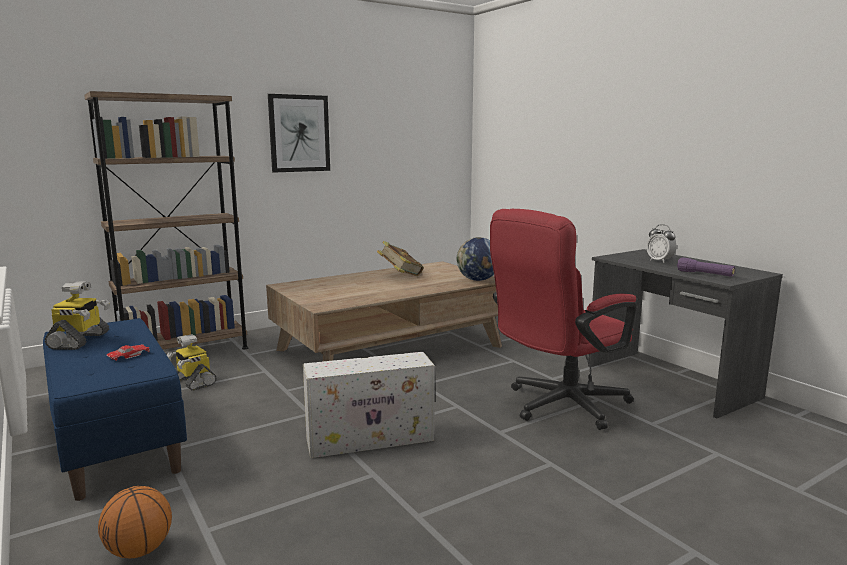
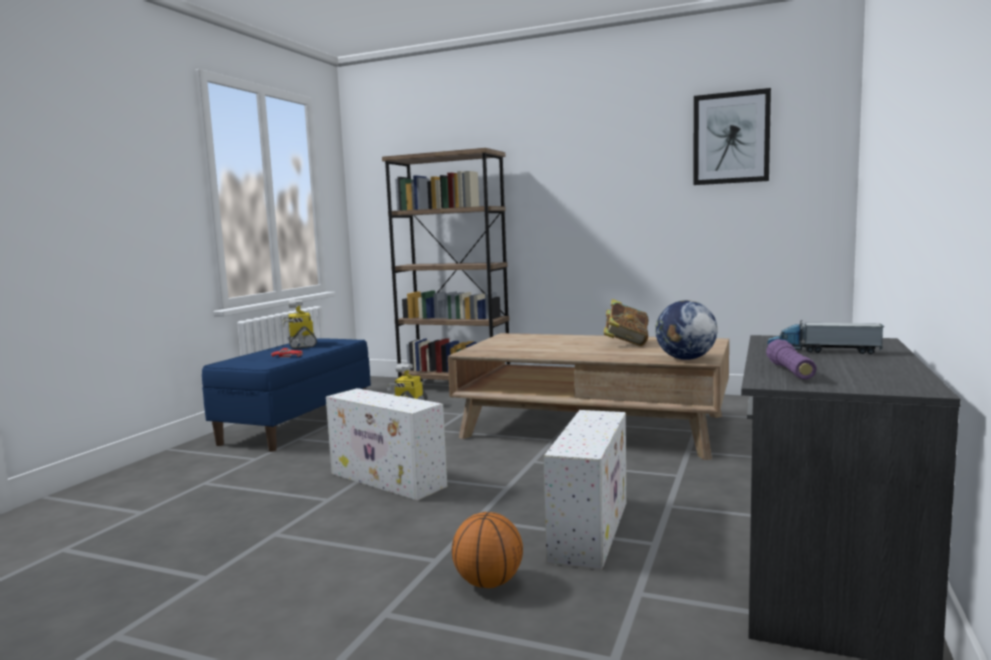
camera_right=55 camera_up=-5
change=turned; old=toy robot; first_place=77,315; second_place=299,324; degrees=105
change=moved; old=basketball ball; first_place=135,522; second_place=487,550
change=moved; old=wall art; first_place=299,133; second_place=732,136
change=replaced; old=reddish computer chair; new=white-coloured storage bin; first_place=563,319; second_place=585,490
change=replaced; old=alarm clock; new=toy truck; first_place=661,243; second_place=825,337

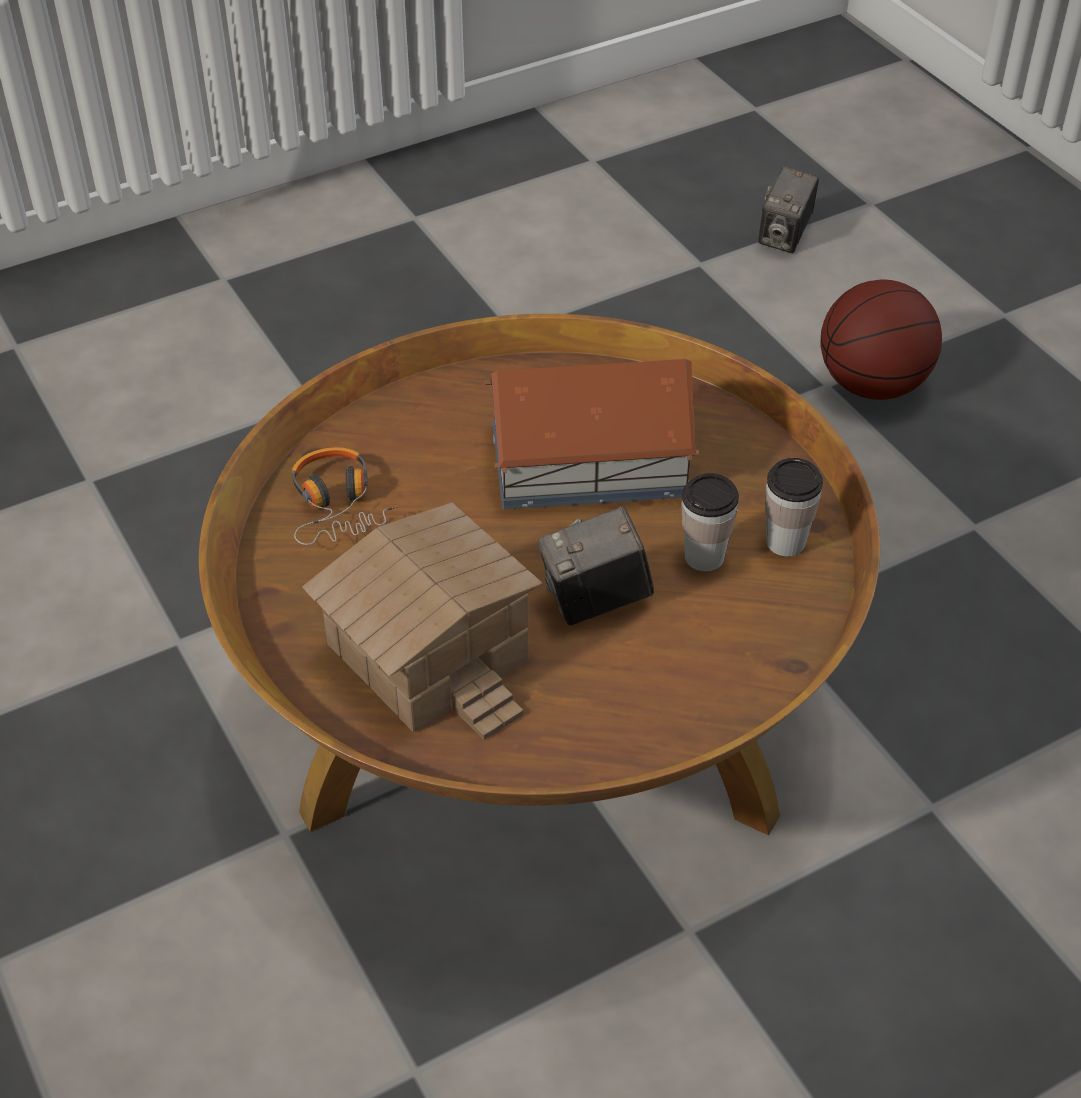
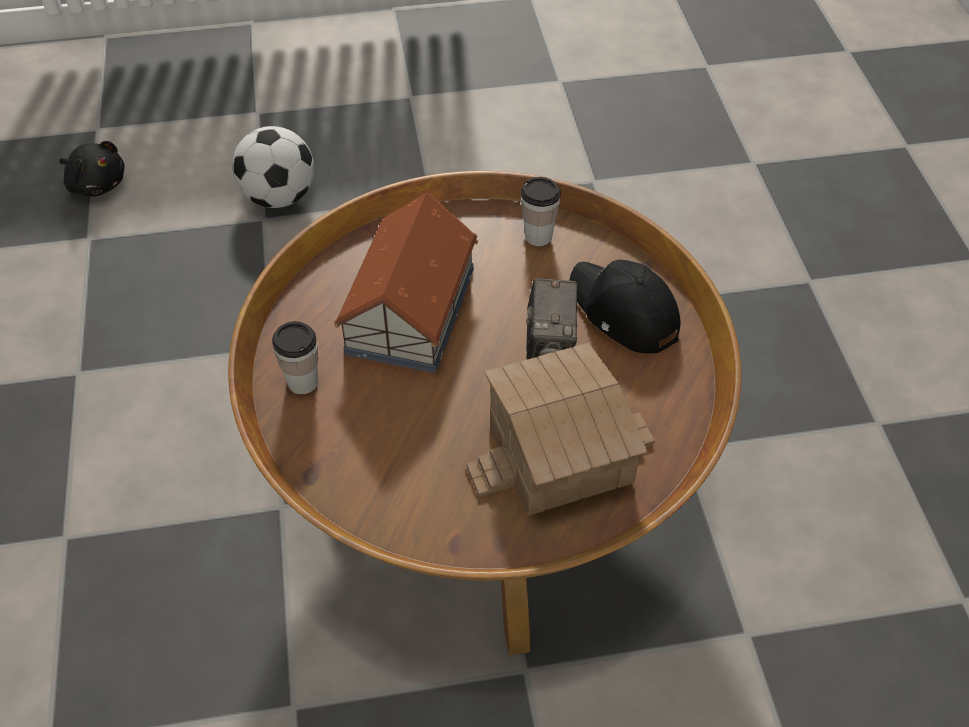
camera_right=-70 camera_up=5
change=removed; old=pair of headphones; first_place=346,496
change=moved; old=cup; first_place=710,522; second_place=295,357
change=replaced; old=still camera; new=blackish soft toy; first_place=788,209; second_place=92,169
change=replaced; old=basketball ball; new=football; first_place=881,340; second_place=273,167
change=added; new=blackish baseball cap; second_place=625,306

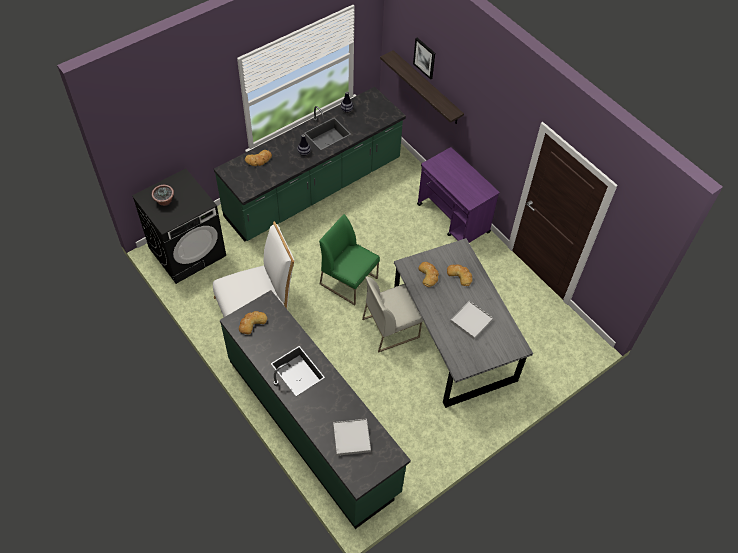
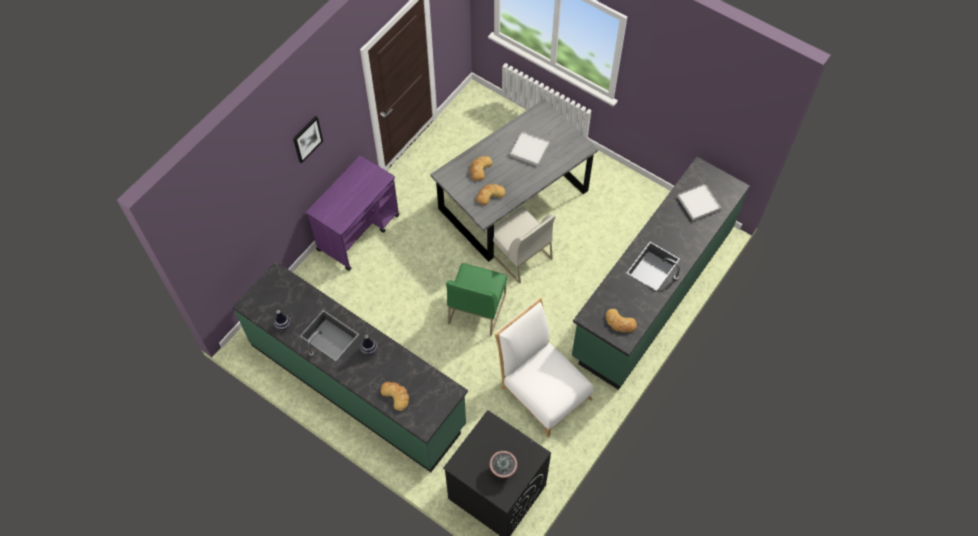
camera_right=-105 camera_up=5
change=removed; old=shelf; first_place=422,87
change=moved; old=wall art; first_place=424,59; second_place=308,139

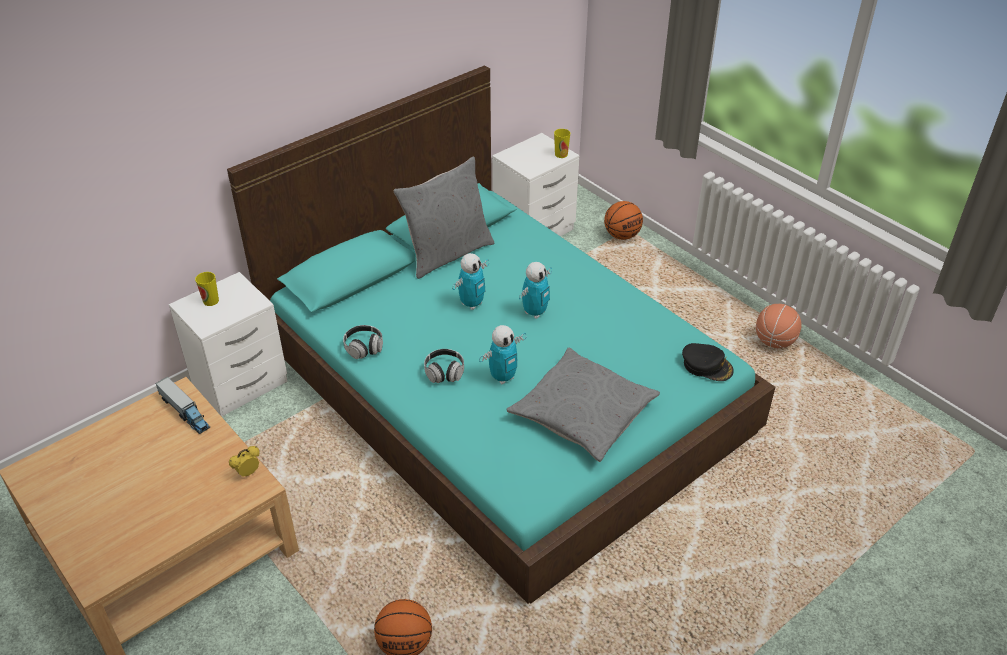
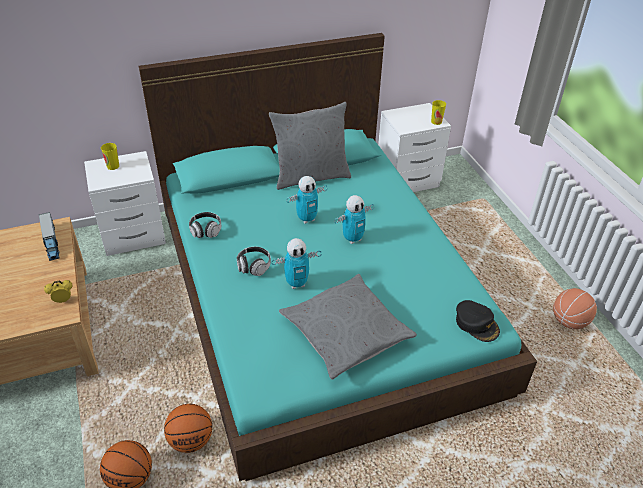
camera_right=20 camera_up=0
change=moved; old=basketball ball; first_place=623,220; second_place=188,428

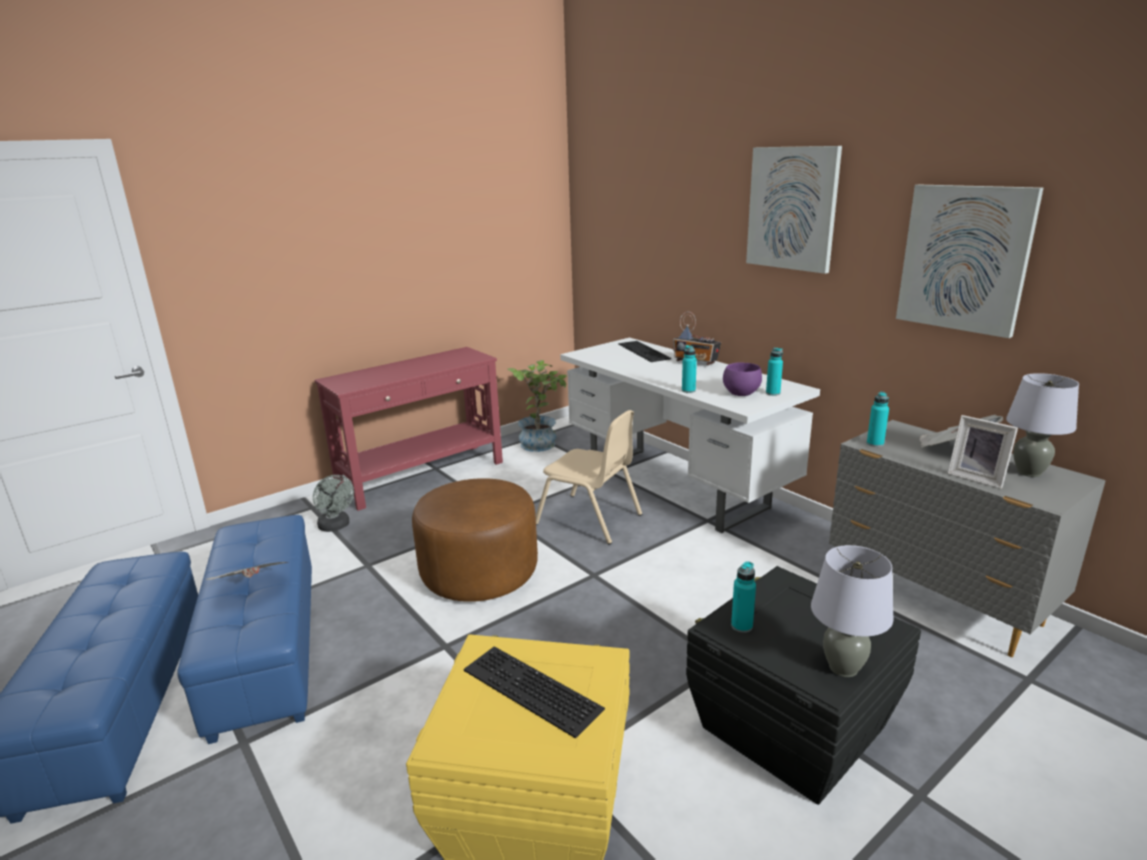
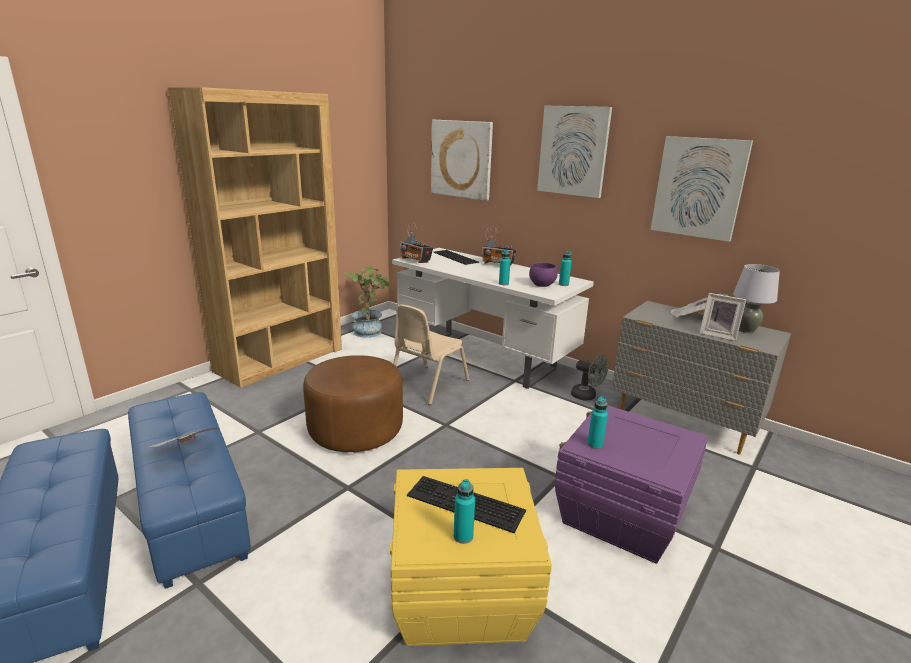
camera_right=-15 camera_up=0
change=moved; old=greyish electric fan; first_place=333,503; second_place=589,378
change=replaced; old=reddish console table; new=brownish bookshelf; first_place=409,429; second_place=254,237
change=turned; old=beige chair; first_place=589,477; second_place=431,354; degrees=105
change=recoloured; old=blackish storage bin; new=purple storage bin; first_place=803,685; second_place=631,484
change=removed; old=greyish table lamp; first_place=852,611
change=moved; old=turquoise-coloured beverage bottle; first_place=878,419; second_place=464,511
change=added; new=radio set; second_place=416,243
change=added; new=wall art; second_place=462,160

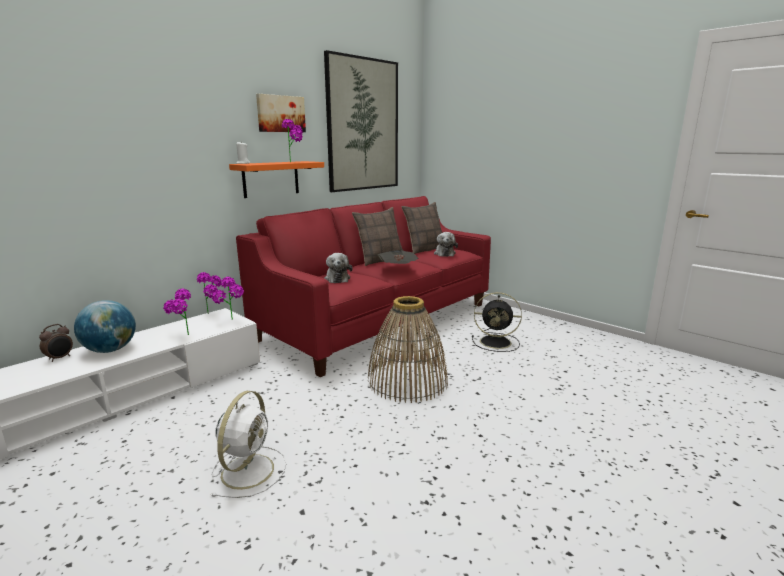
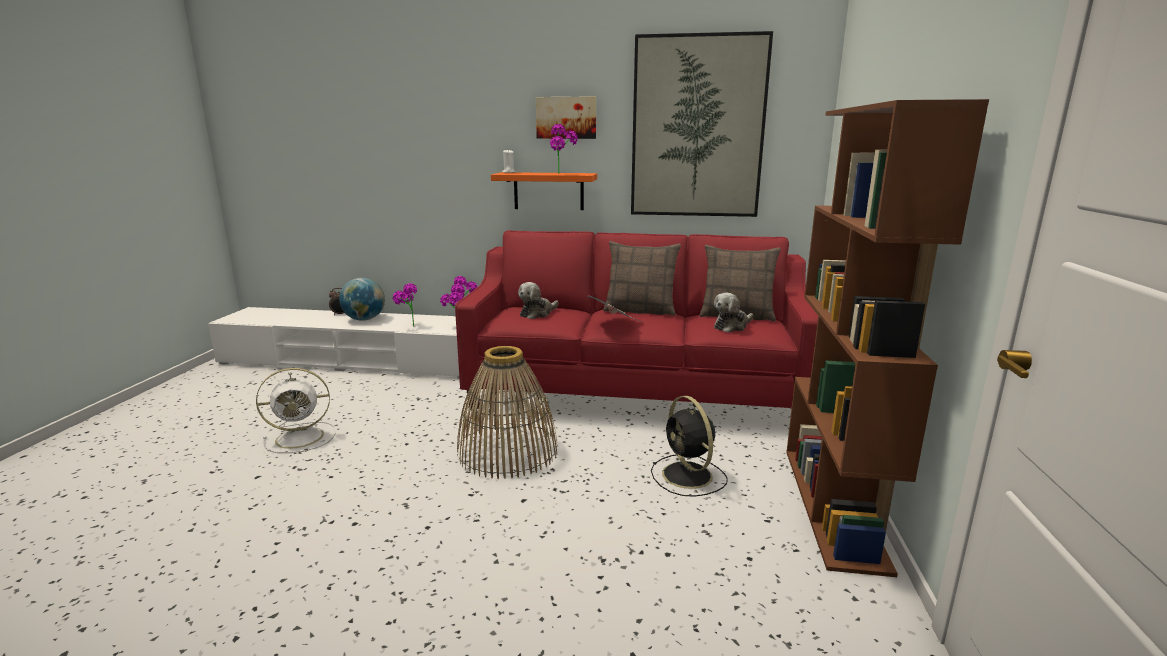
camera_right=55 camera_up=0
change=added; new=brownish bookshelf; second_place=887,338

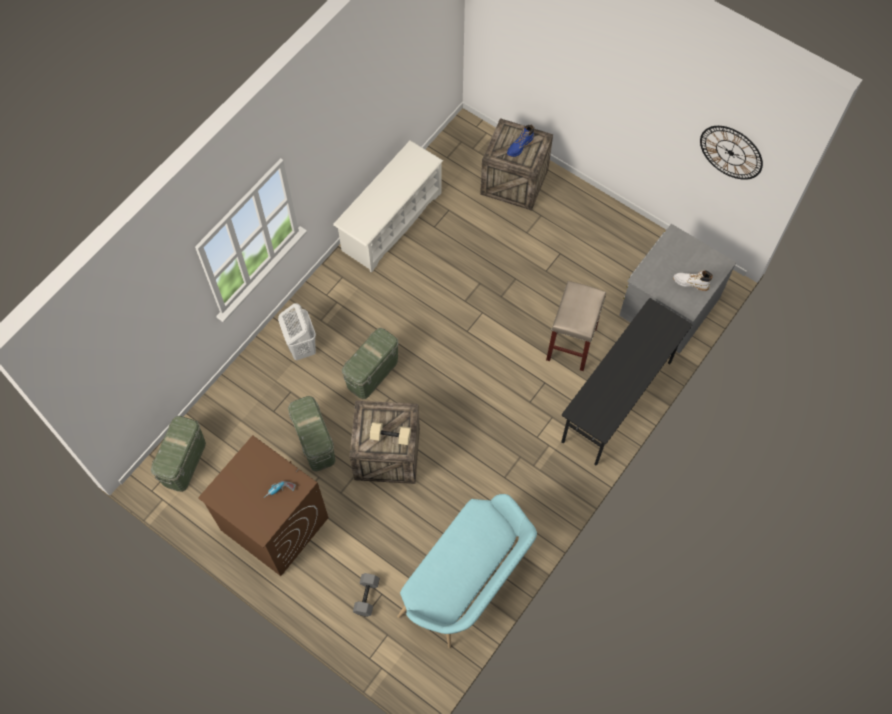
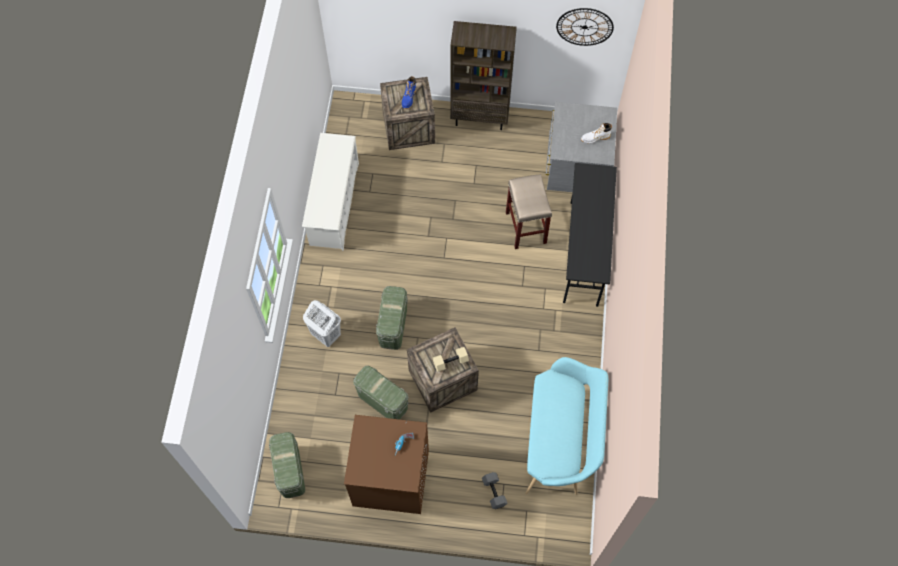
camera_right=-30 camera_up=0
change=added; new=brownish bookshelf; second_place=483,75

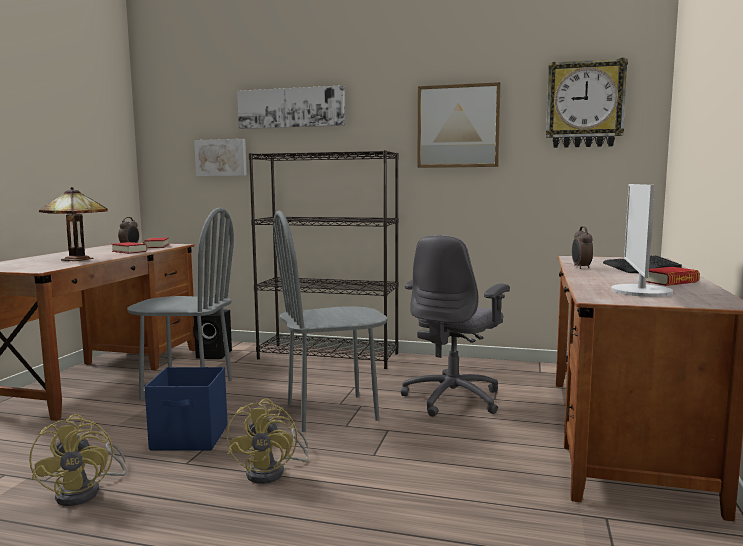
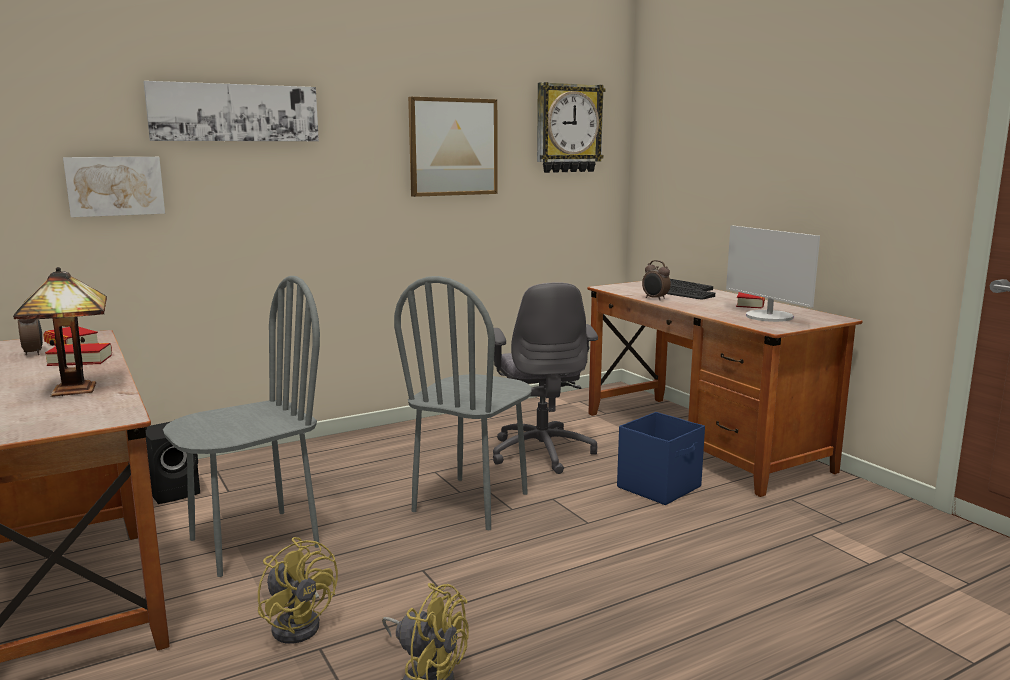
camera_right=-45 camera_up=5
change=moved; old=blue storage bin; first_place=186,408; second_place=661,458
change=moved; old=yellow electric fan; first_place=267,441; second_place=298,590
change=removed; old=blackish bookshelf; first_place=324,259

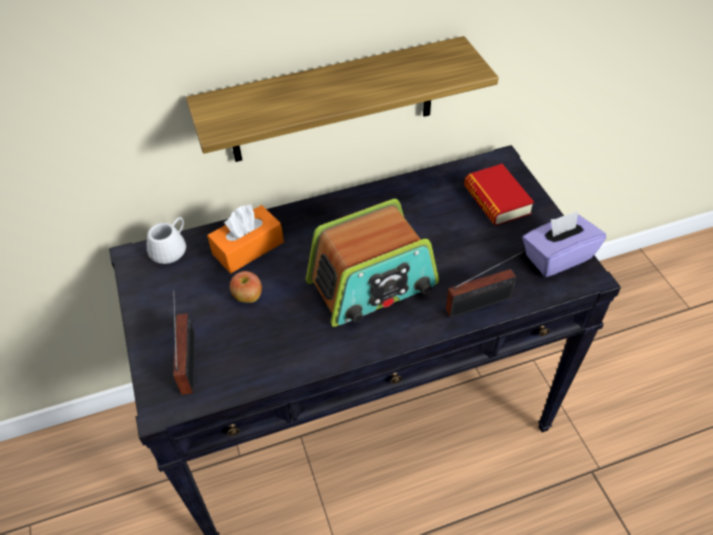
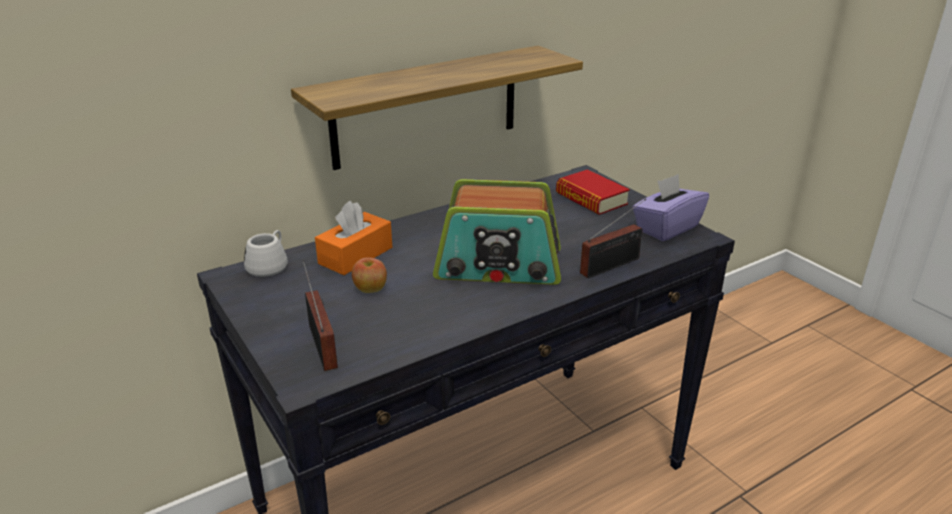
camera_right=-15 camera_up=-20
change=turned; old=radio set; first_place=372,263; second_place=497,232; degrees=45

